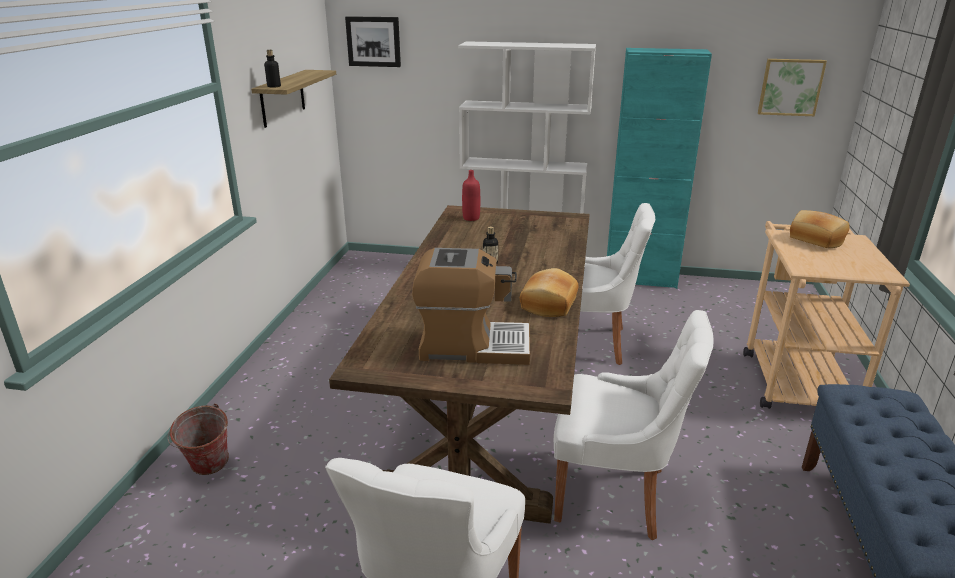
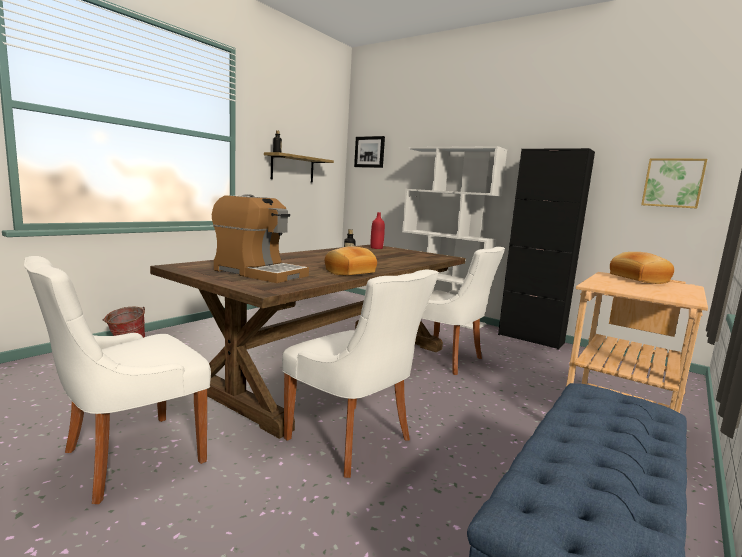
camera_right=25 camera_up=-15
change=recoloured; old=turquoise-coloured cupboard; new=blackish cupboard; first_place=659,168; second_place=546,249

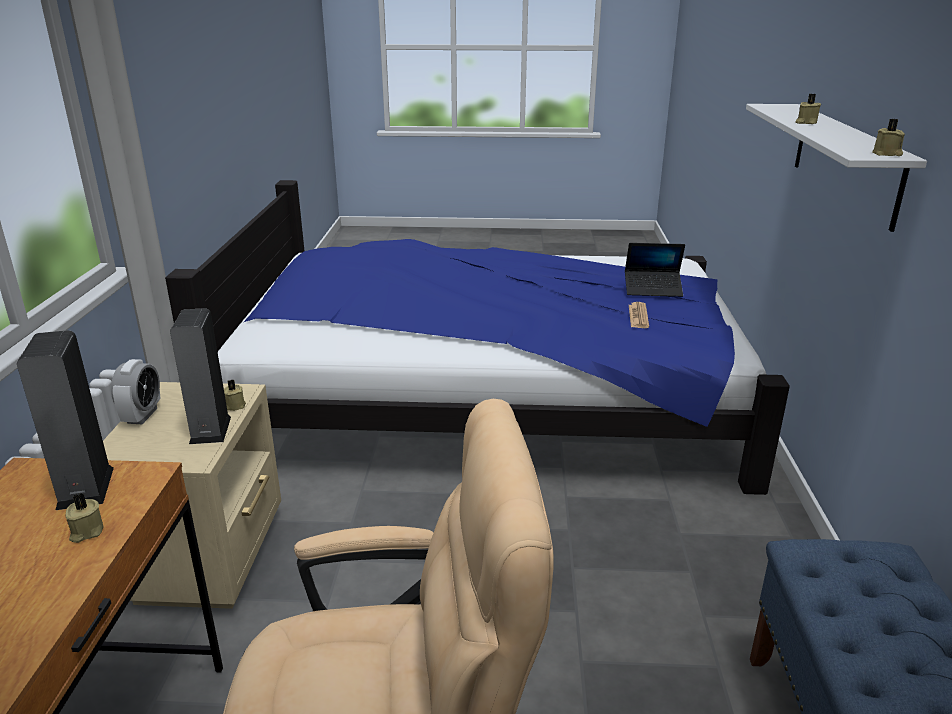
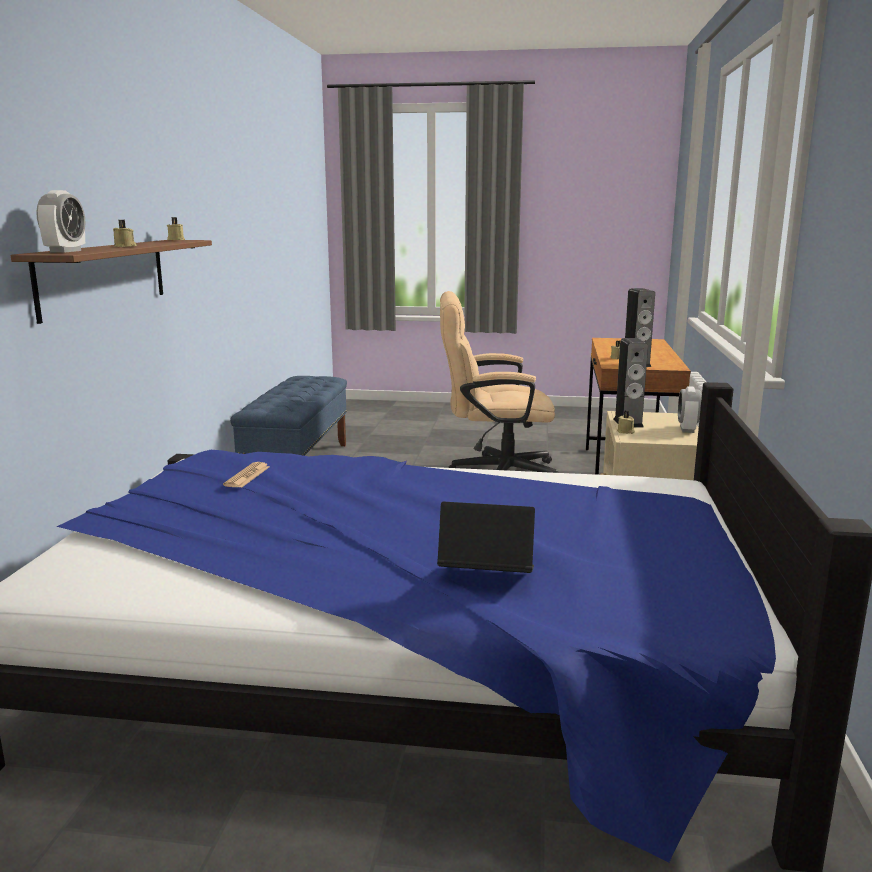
camera_right=-175 camera_up=-10
change=moved; old=notebook computer; first_place=655,270; second_place=486,537
change=recoloured; old=white-coloured shelf; new=brownish shelf; first_place=836,168; second_place=111,282
change=added; new=alarm clock; second_place=60,221

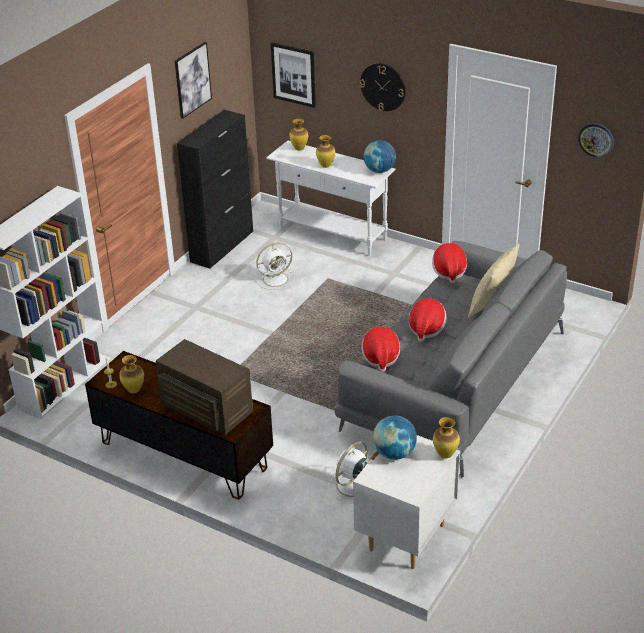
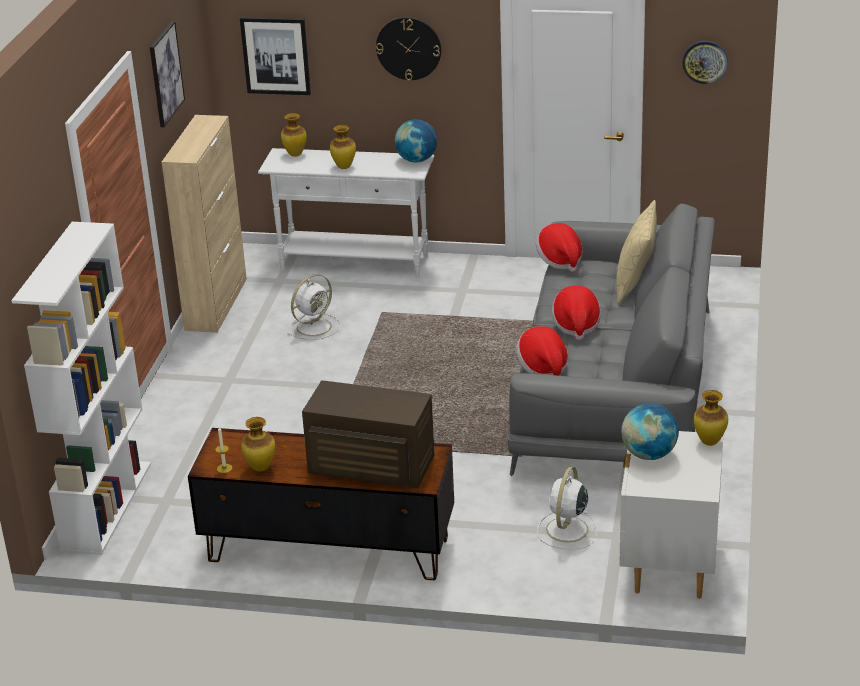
camera_right=-20 camera_up=-5
change=recoloured; old=blackish cupboard; new=beige cupboard; first_place=215,189; second_place=204,224

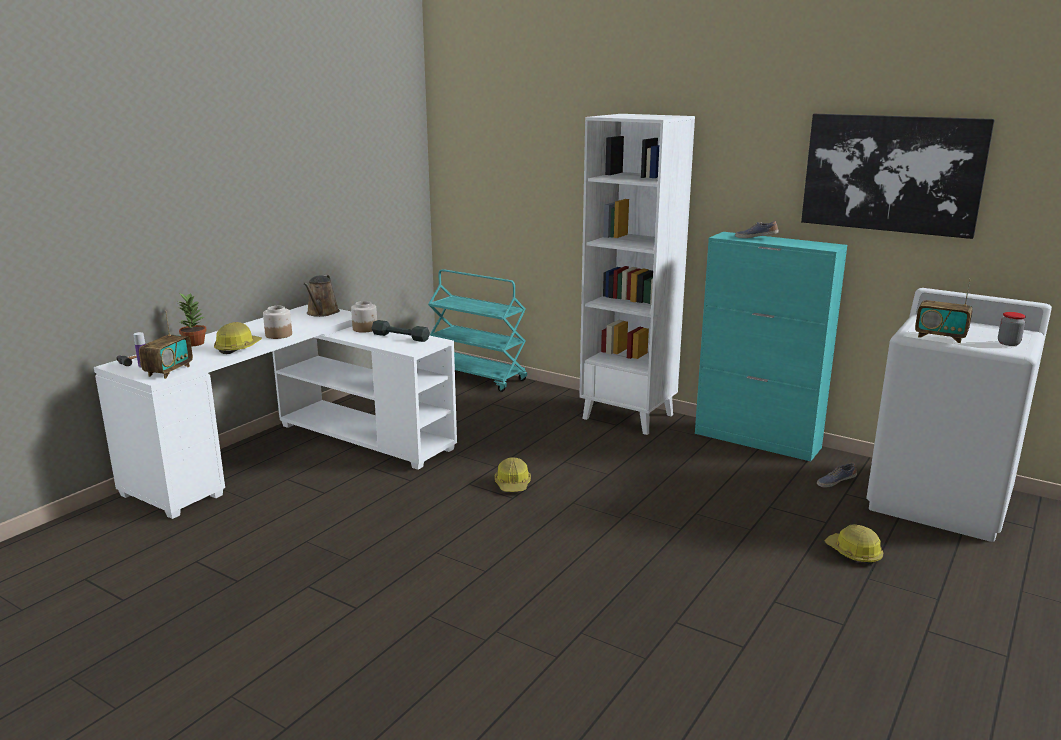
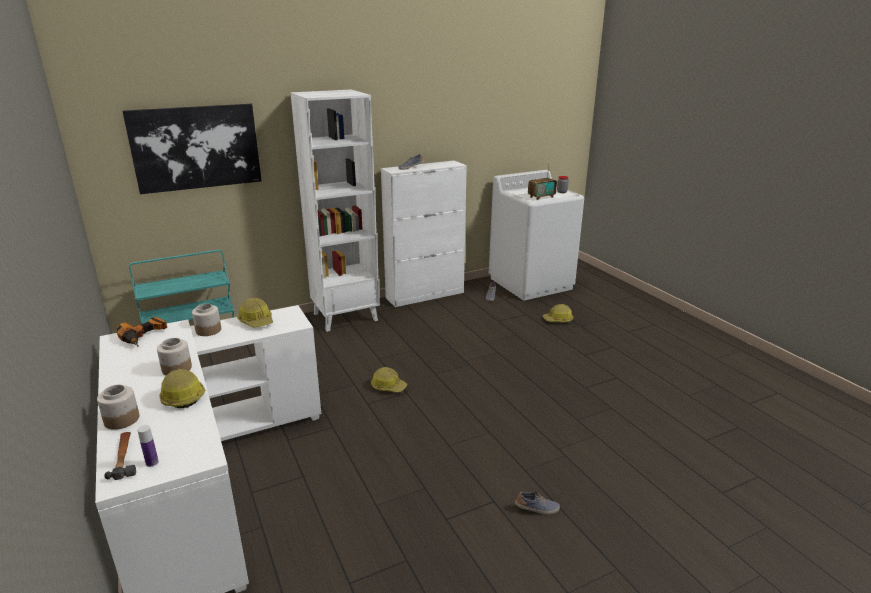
camera_right=-60 camera_up=5
change=removed; old=radio set; first_place=166,345
change=replaced; old=potted plant; new=preserve jar; first_place=192,319; second_place=118,407
change=replaced; old=brownish sprinkling can; new=drill; first_place=321,296; second_place=141,331
change=replaced; old=greyish dumbbell; new=work helmet; first_place=400,331; second_place=255,313
change=recoloured; old=turquoise-coloured cupboard; new=white-coloured cupboard; first_place=771,347; second_place=424,233
change=moved; old=wall art; first_place=898,176; second_place=192,149
change=added; new=shoe; second_place=537,503

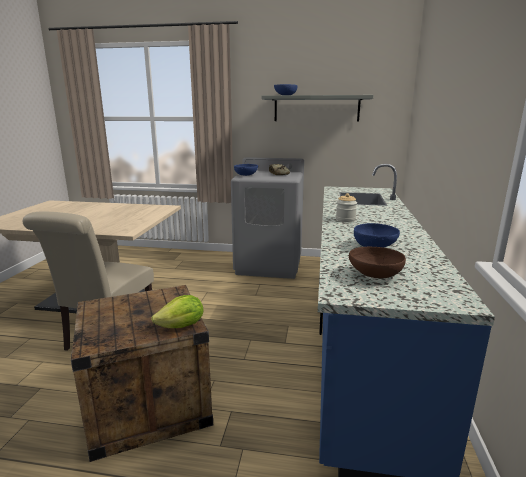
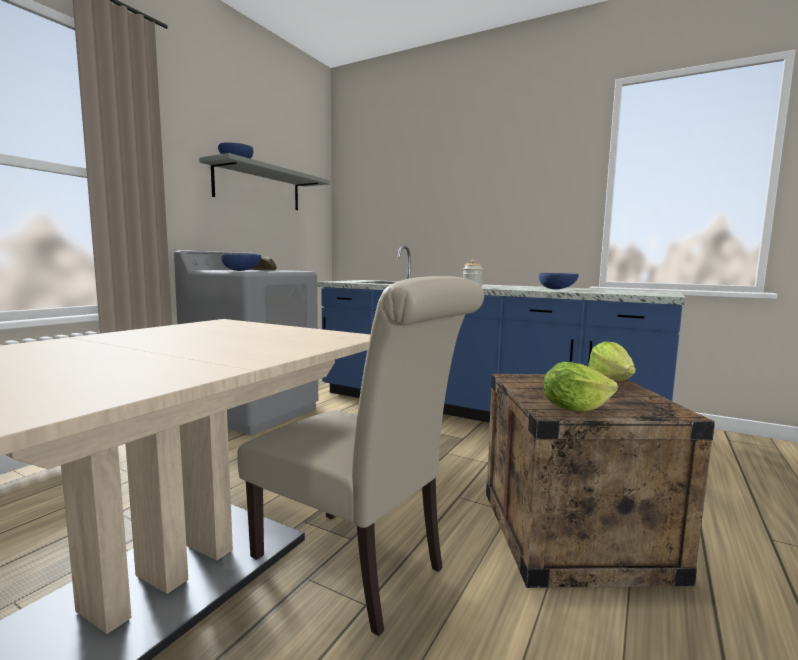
camera_right=-70 camera_up=-10
change=removed; old=brownish deep dish; first_place=377,263
change=added; new=lettuce; second_place=580,387

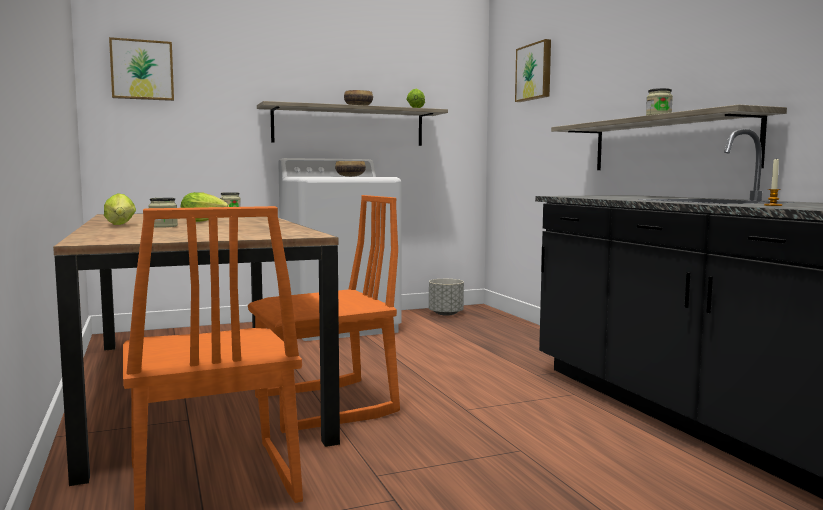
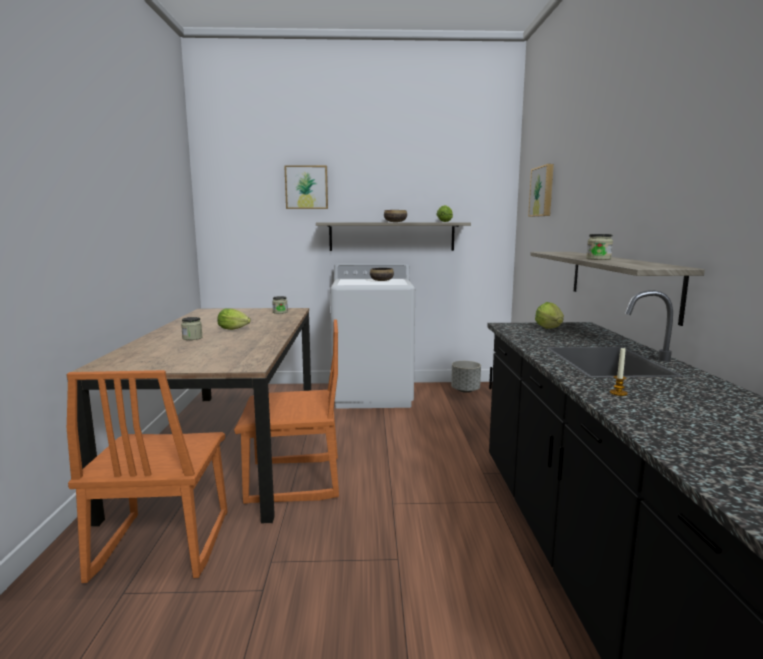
camera_right=20 camera_up=5
change=moved; old=lettuce; first_place=120,209; second_place=549,315
change=moved; old=wall art; first_place=141,69; second_place=306,187

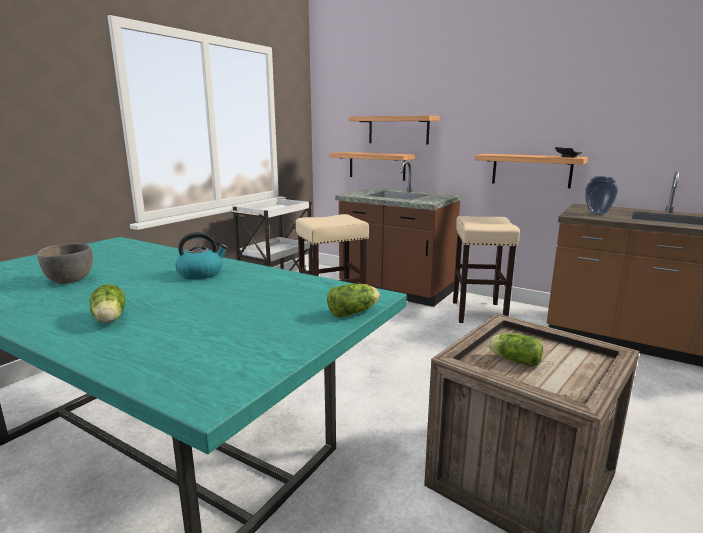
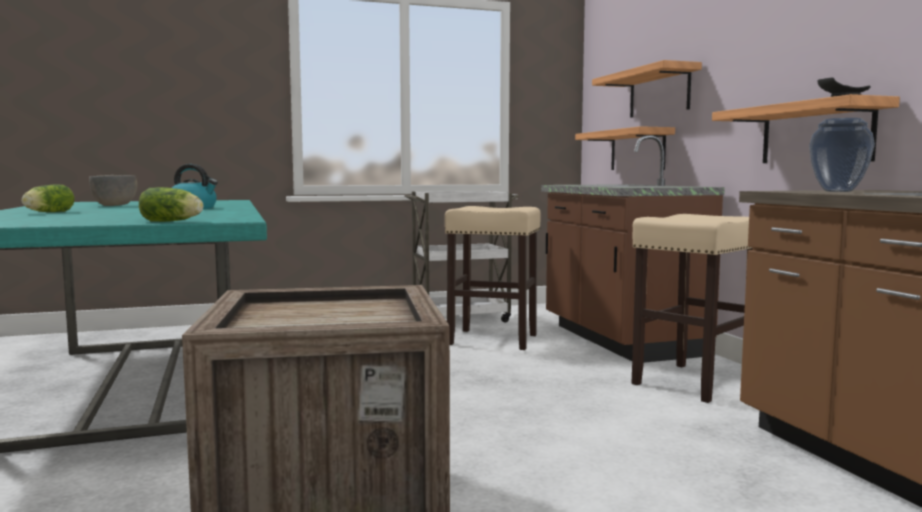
camera_right=40 camera_up=-10
change=removed; old=lettuce; first_place=515,350

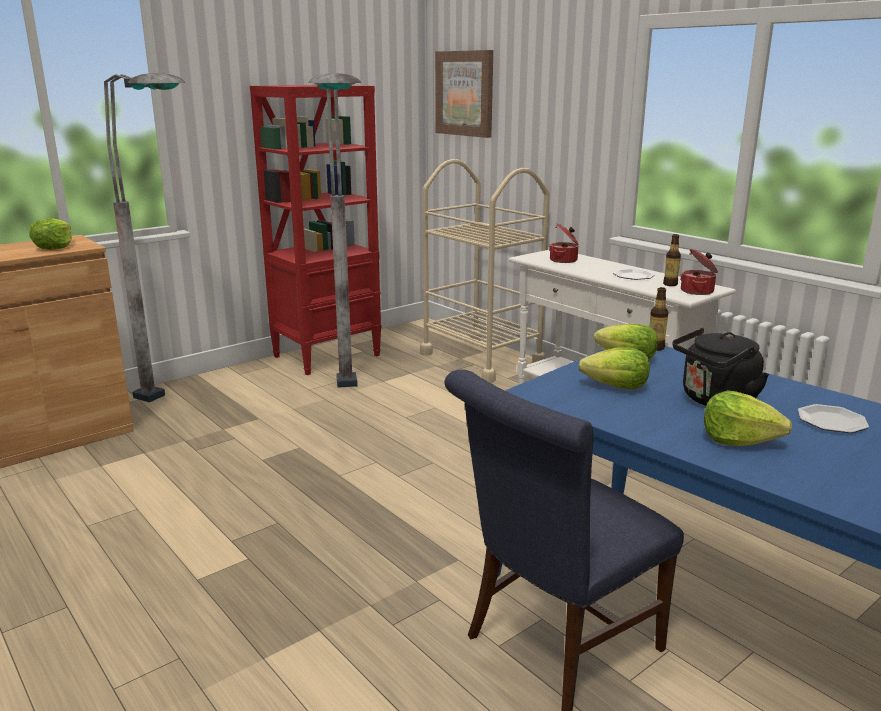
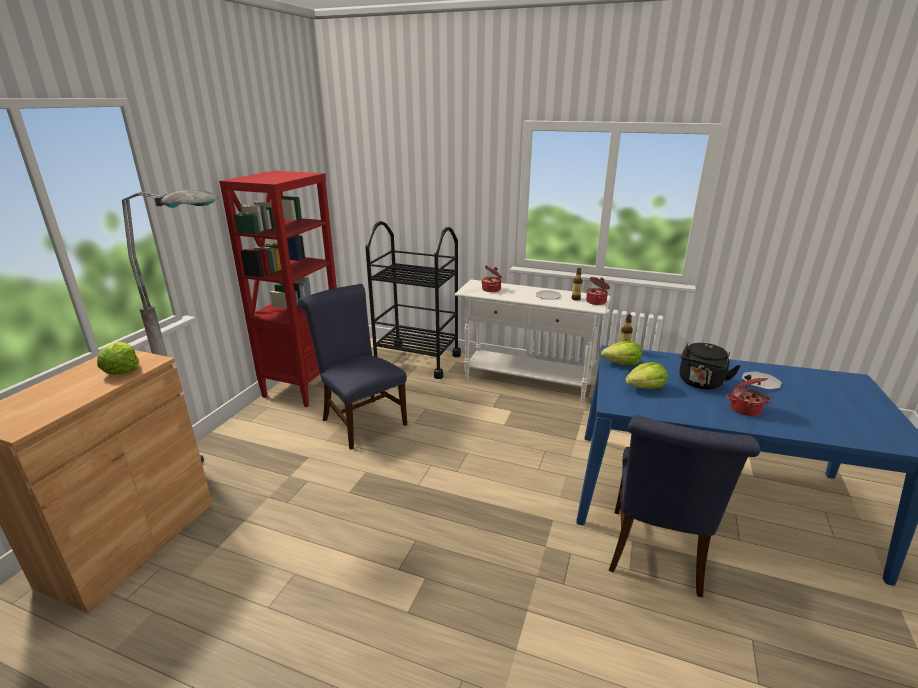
camera_right=-30 camera_up=5
change=replaced; old=greyish standing lamp; new=blue chair; first_place=335,230; second_place=352,367
change=recoloured; old=beige trolley; new=blackish trolley; first_place=485,271; second_place=413,300
change=removed; old=wall art; first_place=464,94
change=replaced; old=lettuce; new=stockpot; first_place=748,418; second_place=748,395

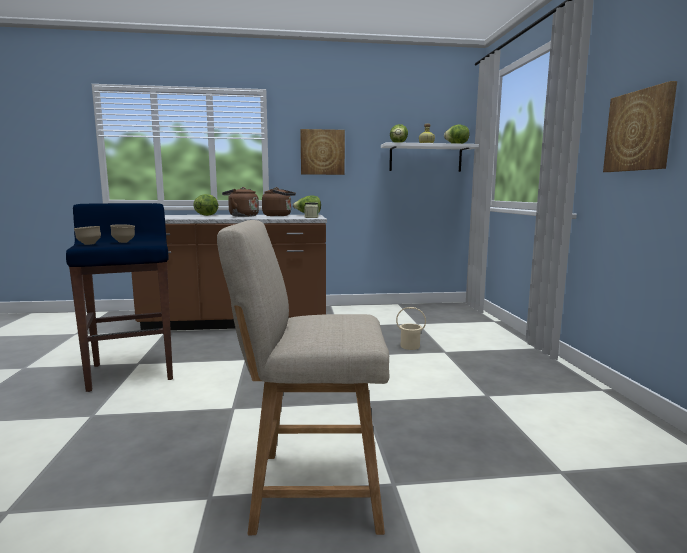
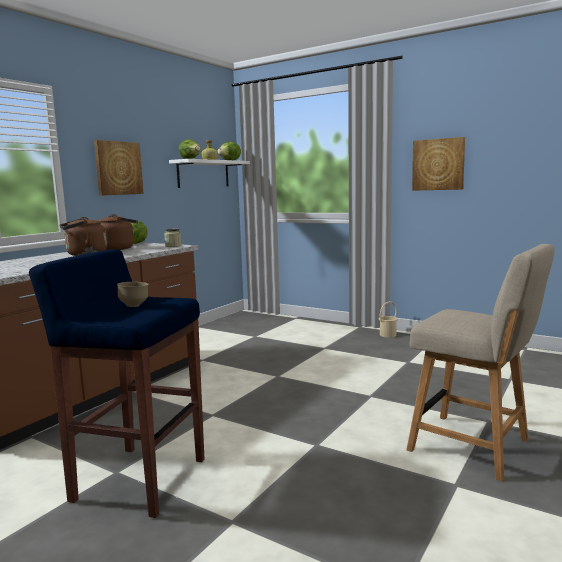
camera_right=-50 camera_up=0
change=removed; old=brownish deep dish; first_place=87,235
change=removed; old=lettuce; first_place=206,205
change=turned; old=beige chair; first_place=303,377; second_place=480,362; degrees=-90
change=moved; old=beige pail; first_place=411,328; second_place=388,319

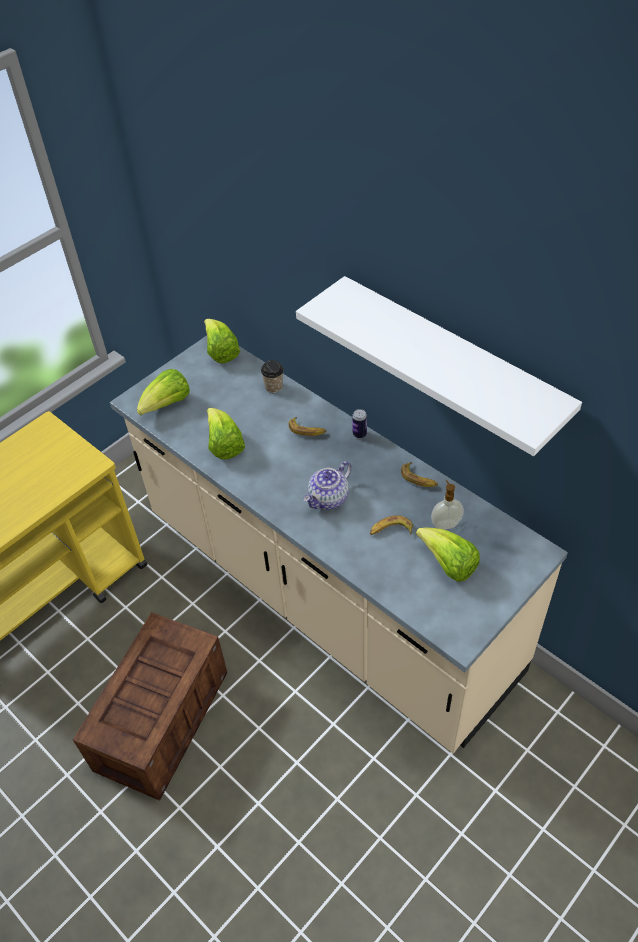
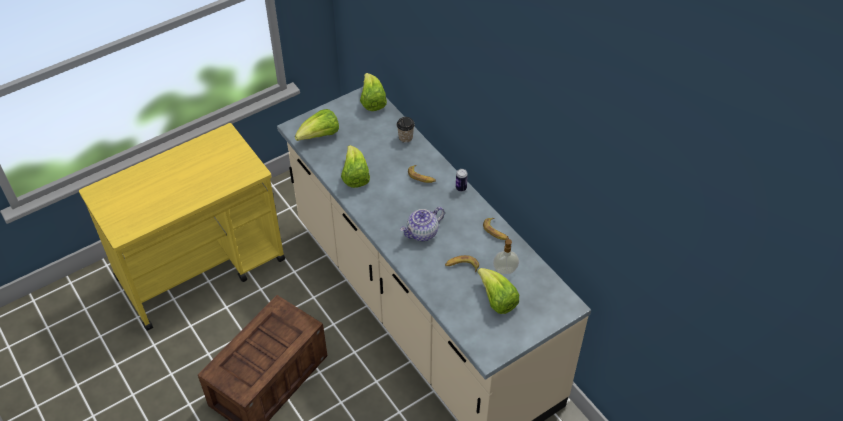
camera_right=10 camera_up=0
change=removed; old=white-coloured shelf; first_place=439,366

